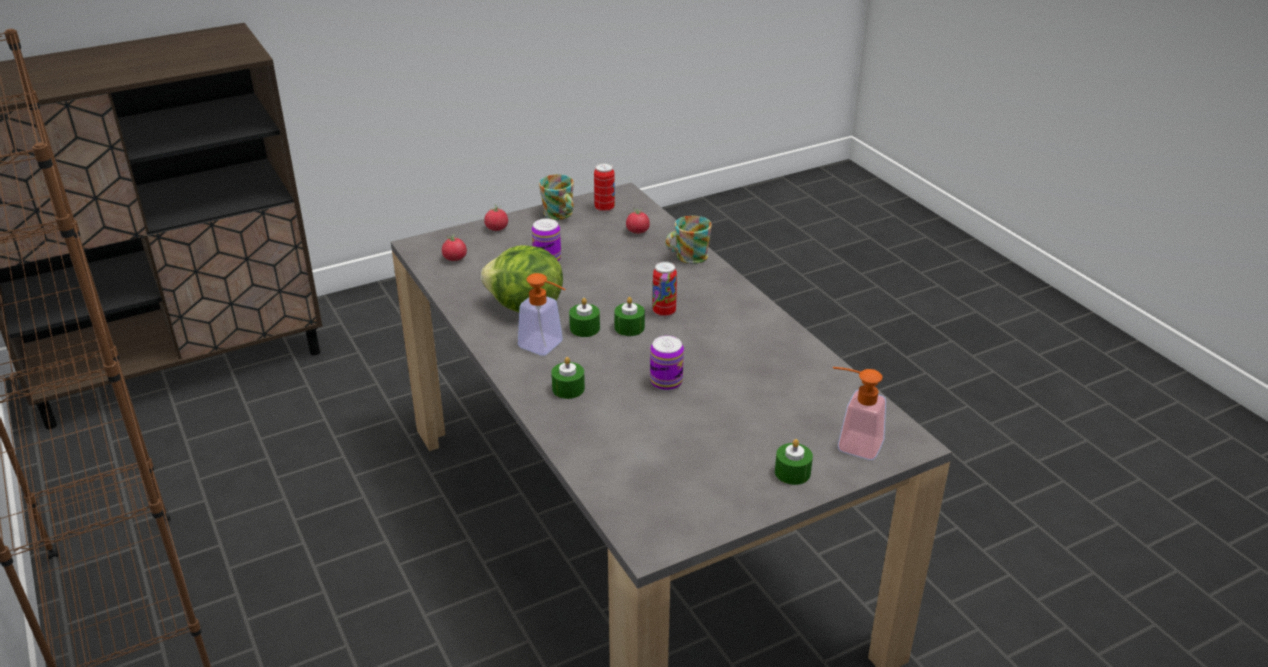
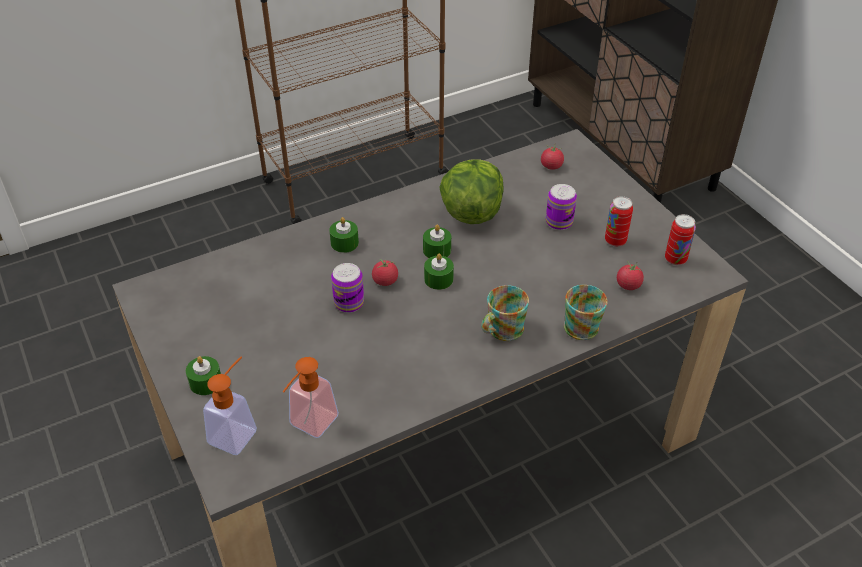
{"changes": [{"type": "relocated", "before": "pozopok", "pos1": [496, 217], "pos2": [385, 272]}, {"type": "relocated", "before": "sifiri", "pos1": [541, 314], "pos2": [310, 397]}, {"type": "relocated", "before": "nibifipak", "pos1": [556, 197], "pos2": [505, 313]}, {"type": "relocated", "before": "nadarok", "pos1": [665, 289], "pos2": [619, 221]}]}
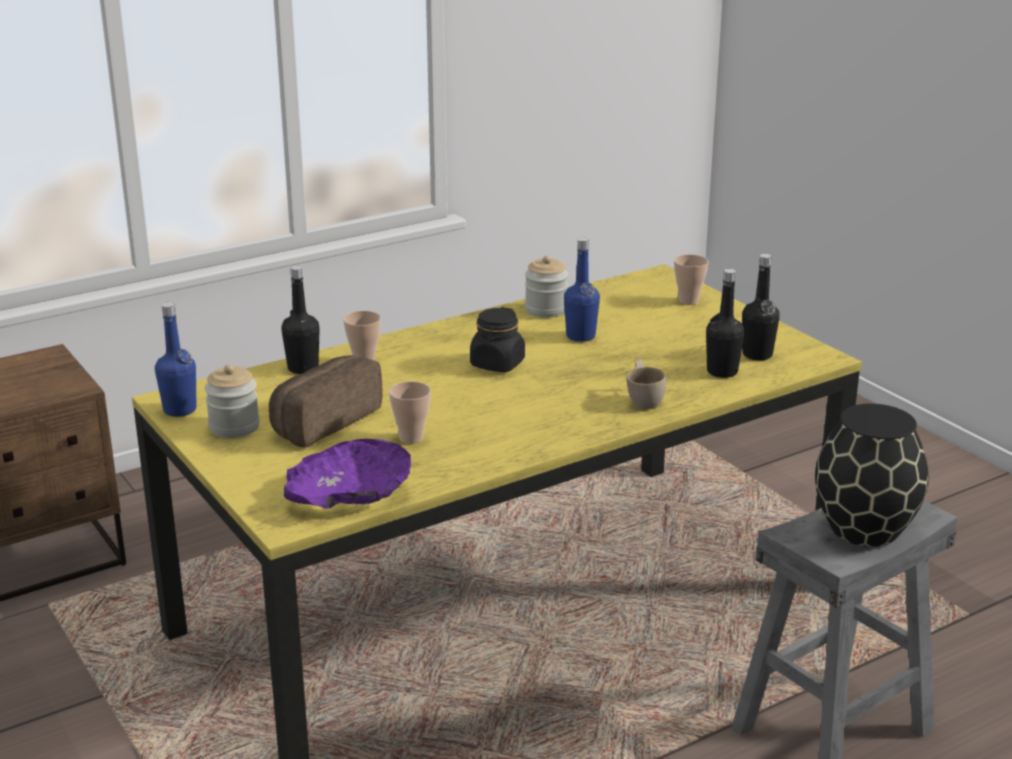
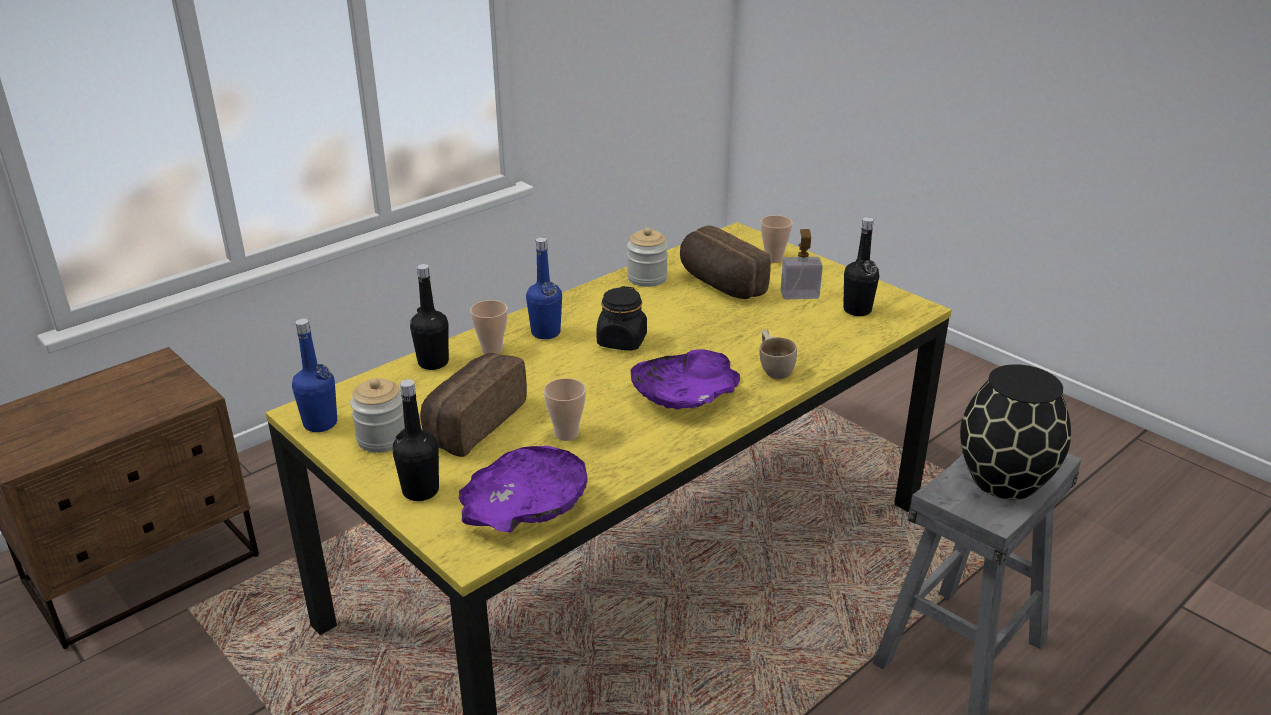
{"changes": [{"type": "appeared", "after": "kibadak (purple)", "pos2": [685, 379]}, {"type": "appeared", "after": "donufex", "pos2": [725, 262]}, {"type": "appeared", "after": "sifiri", "pos2": [802, 264]}, {"type": "relocated", "before": "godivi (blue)", "pos1": [582, 290], "pos2": [544, 288]}, {"type": "relocated", "before": "godivi (black)", "pos1": [725, 323], "pos2": [415, 440]}]}
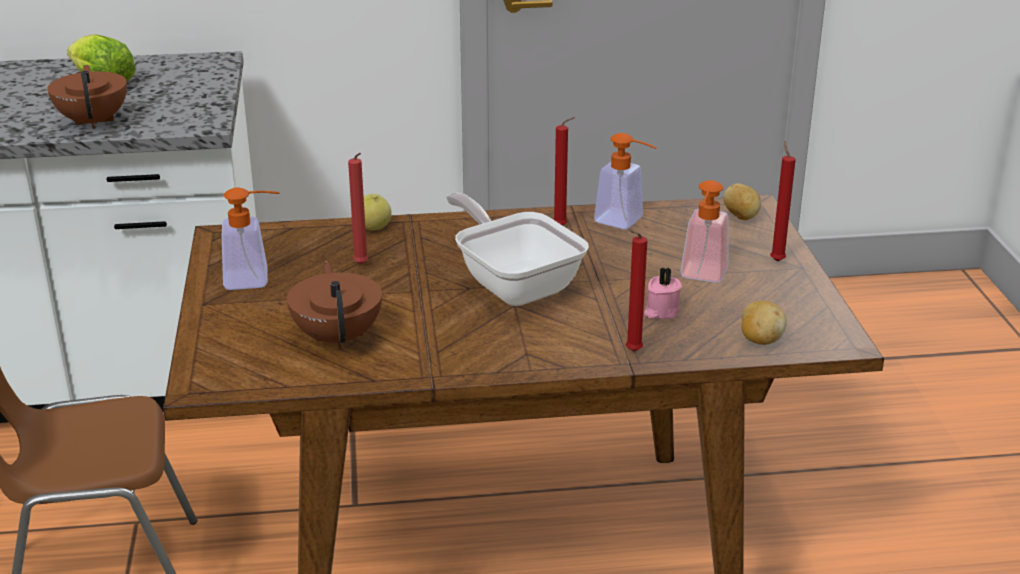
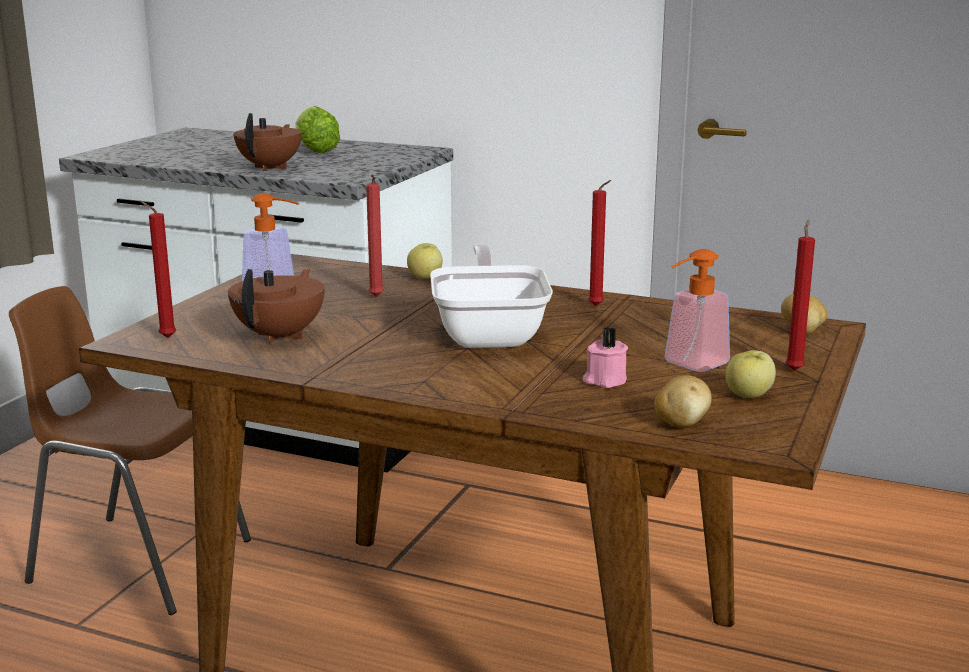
{"changes": [{"type": "missing", "before": "sifiri", "pos1": [625, 181]}, {"type": "appeared", "after": "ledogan", "pos2": [750, 374]}, {"type": "relocated", "before": "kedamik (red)", "pos1": [636, 290], "pos2": [157, 269]}]}
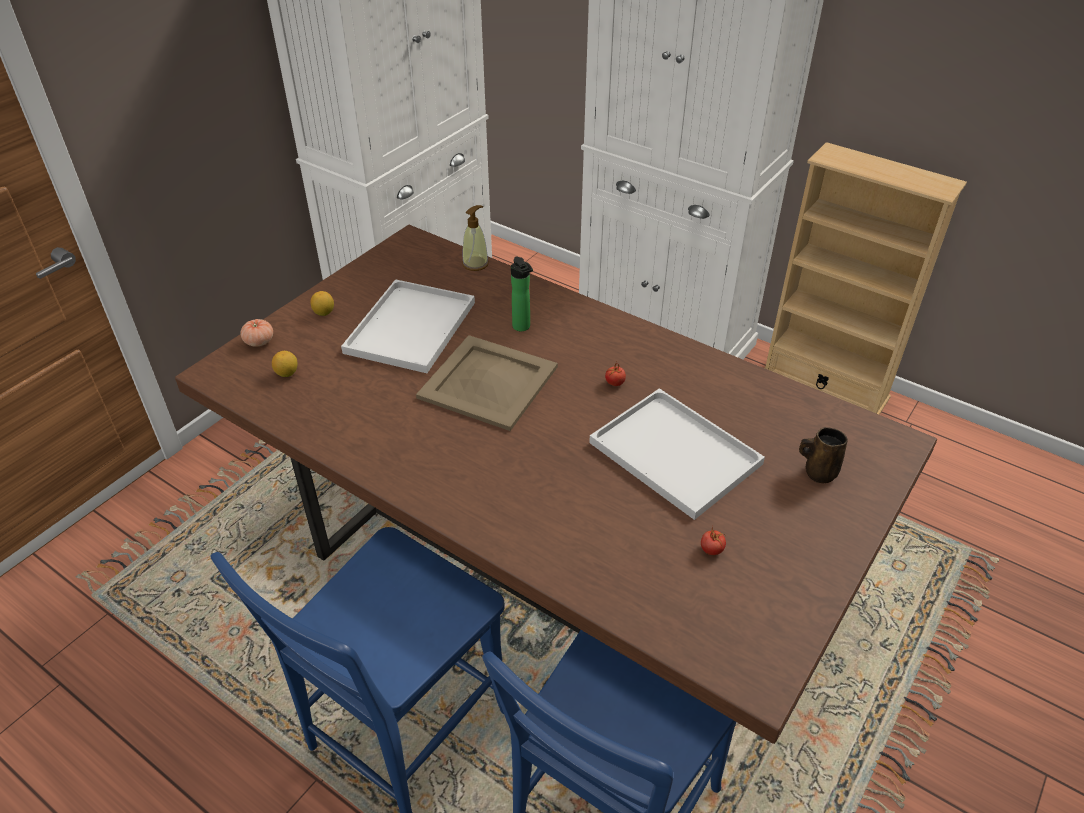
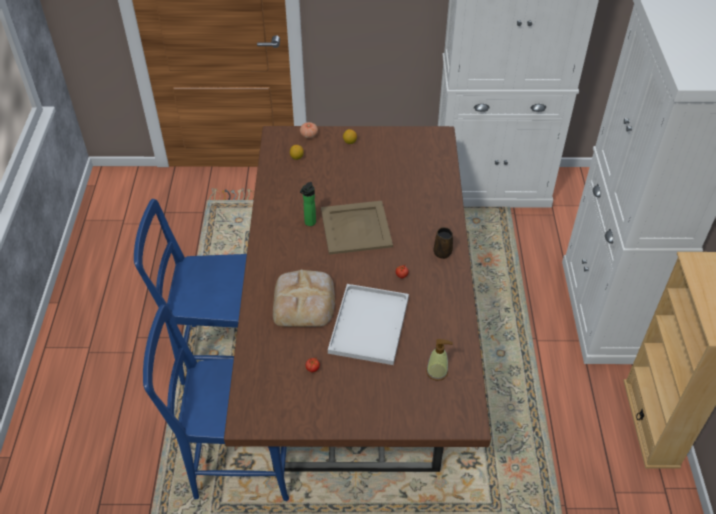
{"changes": [{"type": "missing", "before": "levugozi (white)", "pos1": [408, 326]}, {"type": "appeared", "after": "donufex", "pos2": [304, 298]}, {"type": "relocated", "before": "sifiri", "pos1": [475, 238], "pos2": [439, 360]}, {"type": "relocated", "before": "godivi", "pos1": [522, 293], "pos2": [308, 204]}, {"type": "relocated", "before": "nibifipak (brown)", "pos1": [823, 455], "pos2": [443, 243]}]}
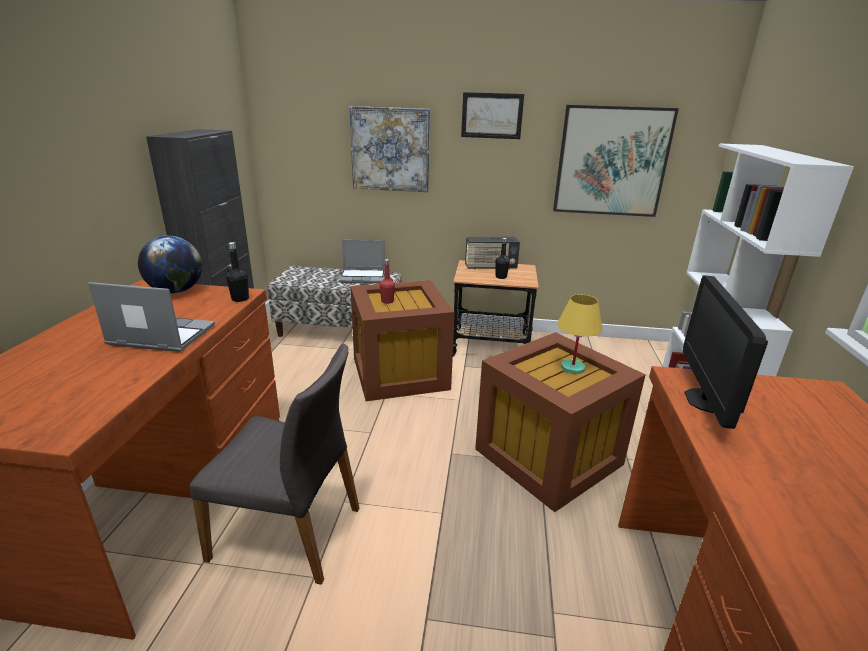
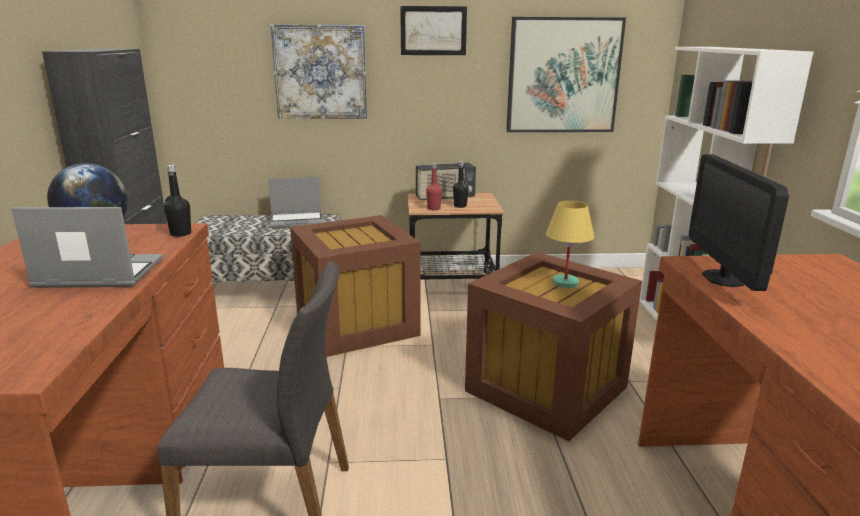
{"changes": [{"type": "relocated", "before": "godivi (red)", "pos1": [387, 281], "pos2": [434, 186]}]}
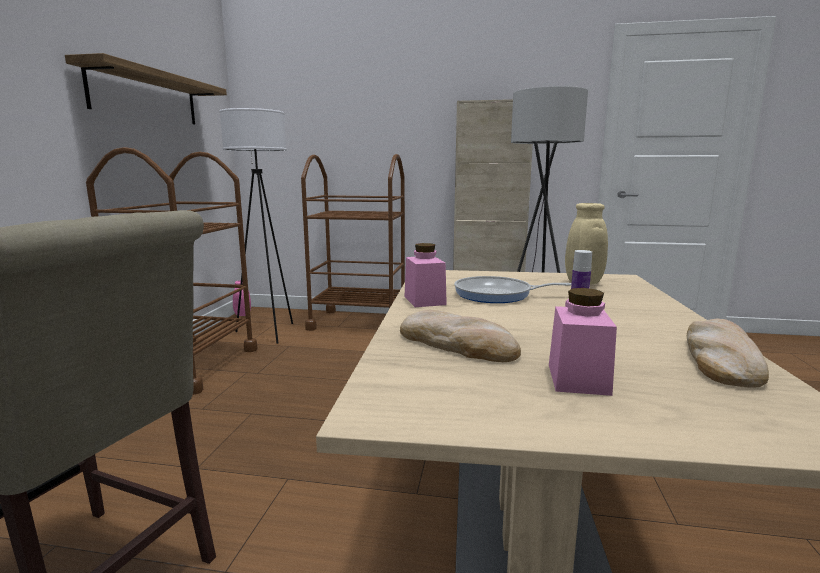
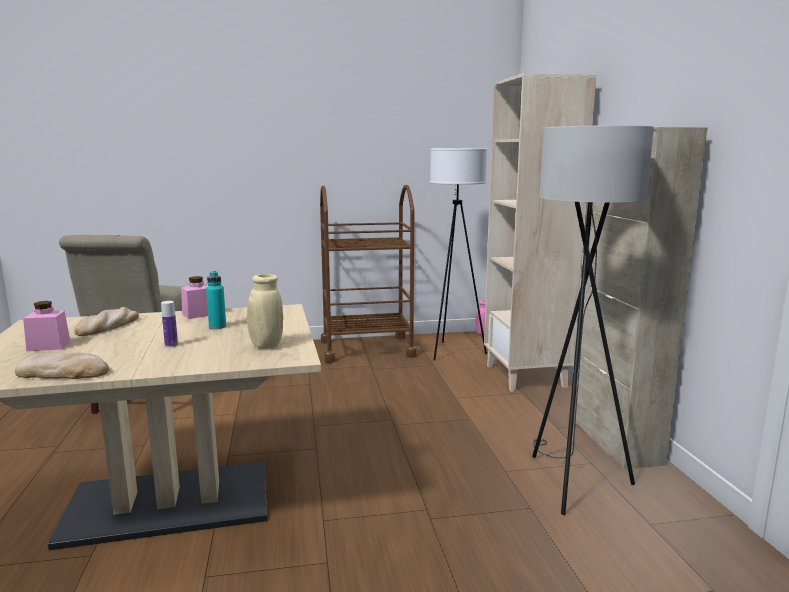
{"changes": [{"type": "missing", "before": "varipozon", "pos1": [146, 89]}, {"type": "exchanged", "before": "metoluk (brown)", "after": "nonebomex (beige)", "pos1": [353, 242], "pos2": [540, 232]}, {"type": "exchanged", "before": "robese", "after": "godivi (turquoise)", "pos1": [512, 289], "pos2": [216, 300]}]}
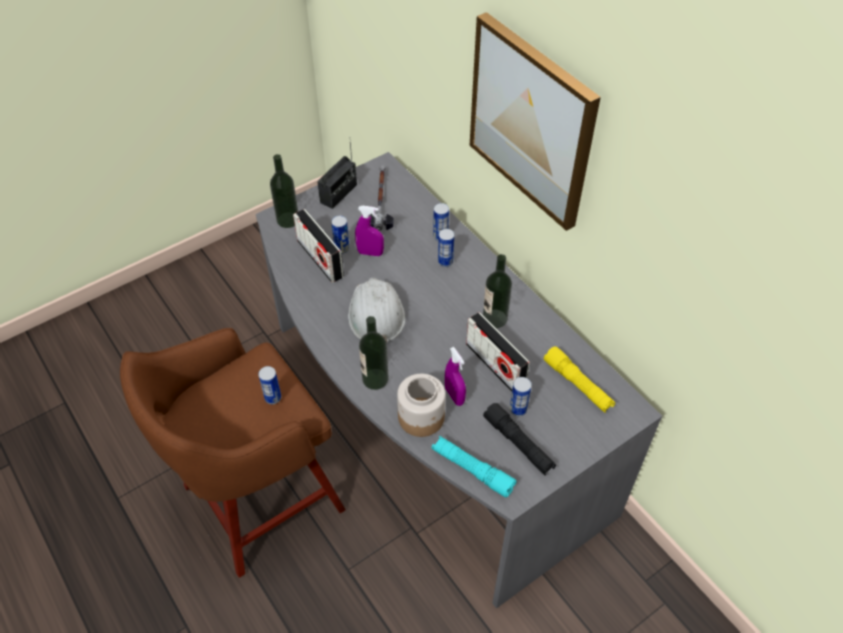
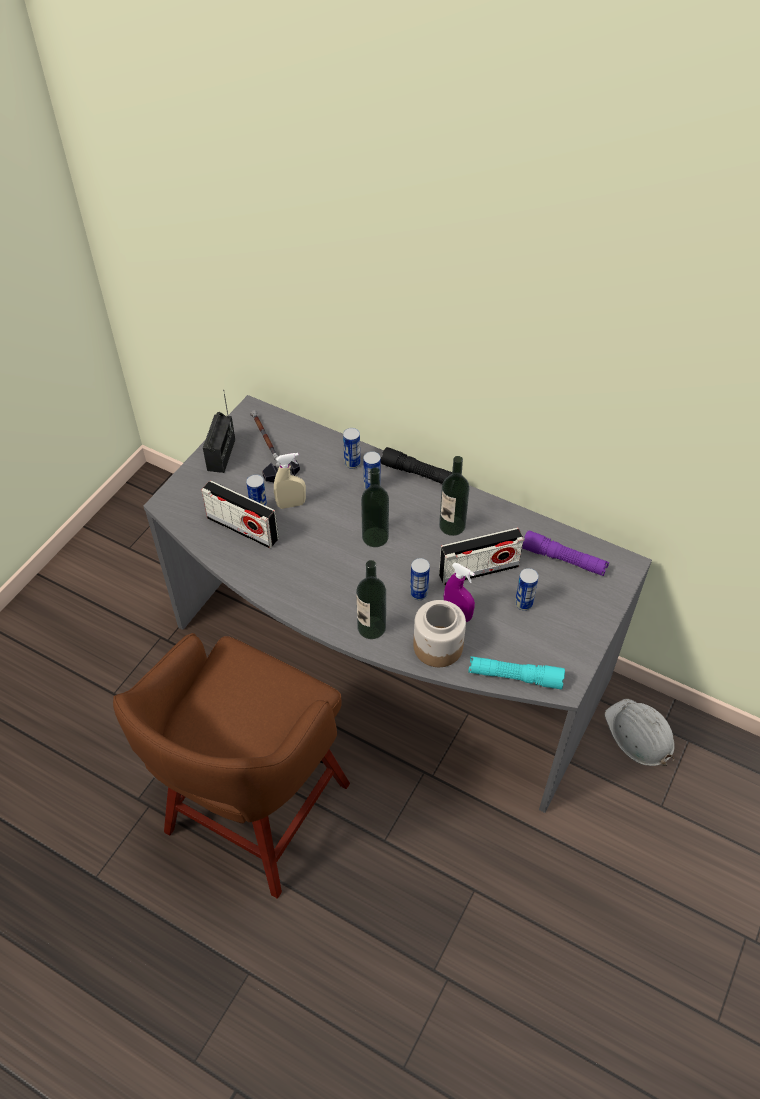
{"changes": [{"type": "missing", "before": "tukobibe", "pos1": [535, 121]}, {"type": "relocated", "before": "nadarok", "pos1": [269, 385], "pos2": [420, 579]}, {"type": "relocated", "before": "godivi", "pos1": [284, 191], "pos2": [375, 507]}, {"type": "relocated", "before": "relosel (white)", "pos1": [376, 310], "pos2": [639, 732]}, {"type": "relocated", "before": "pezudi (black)", "pos1": [519, 439], "pos2": [416, 465]}, {"type": "colour", "before": "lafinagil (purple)", "after": "lafinagil (beige)", "pos1": [369, 231], "pos2": [290, 481]}, {"type": "colour", "before": "pezudi (yellow)", "after": "pezudi (purple)", "pos1": [579, 379], "pos2": [565, 553]}, {"type": "spun", "before": "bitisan", "pos1": [498, 352], "pos2": [481, 556], "turn": -45}]}
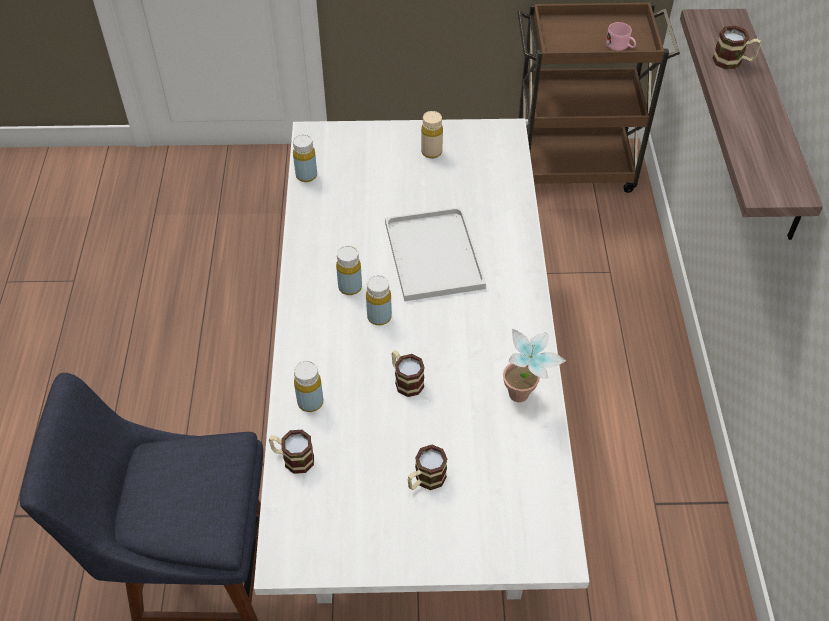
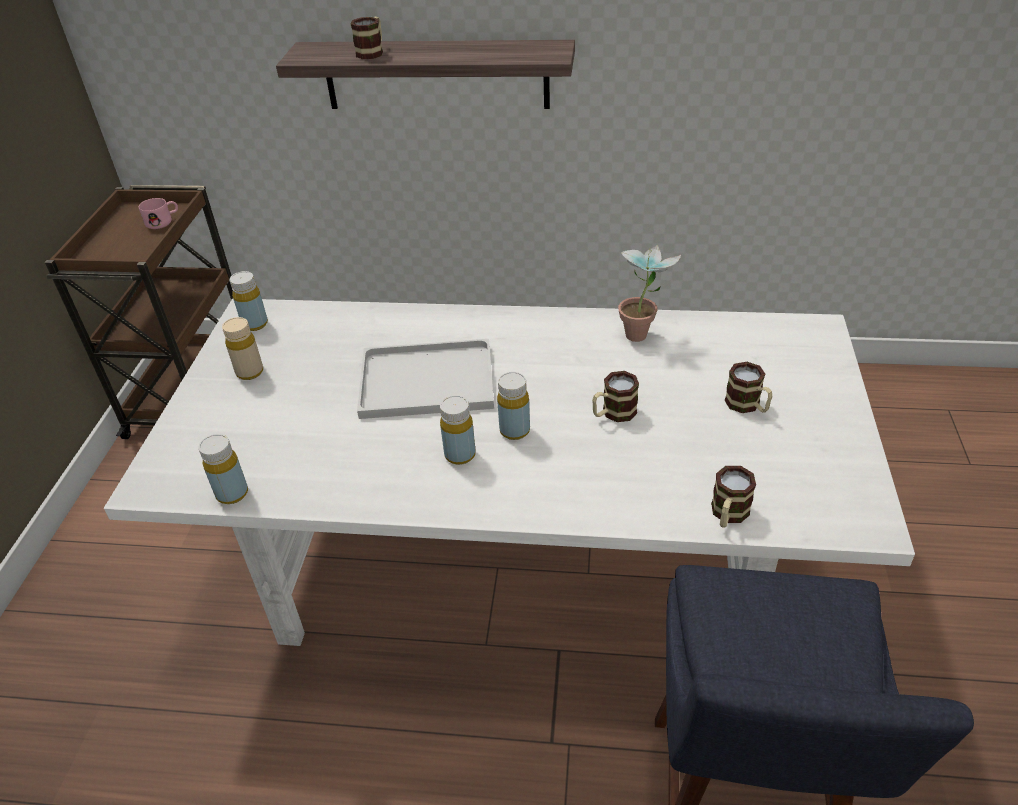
{"changes": [{"type": "relocated", "before": "godivi (yellow)", "pos1": [308, 386], "pos2": [249, 301]}]}
